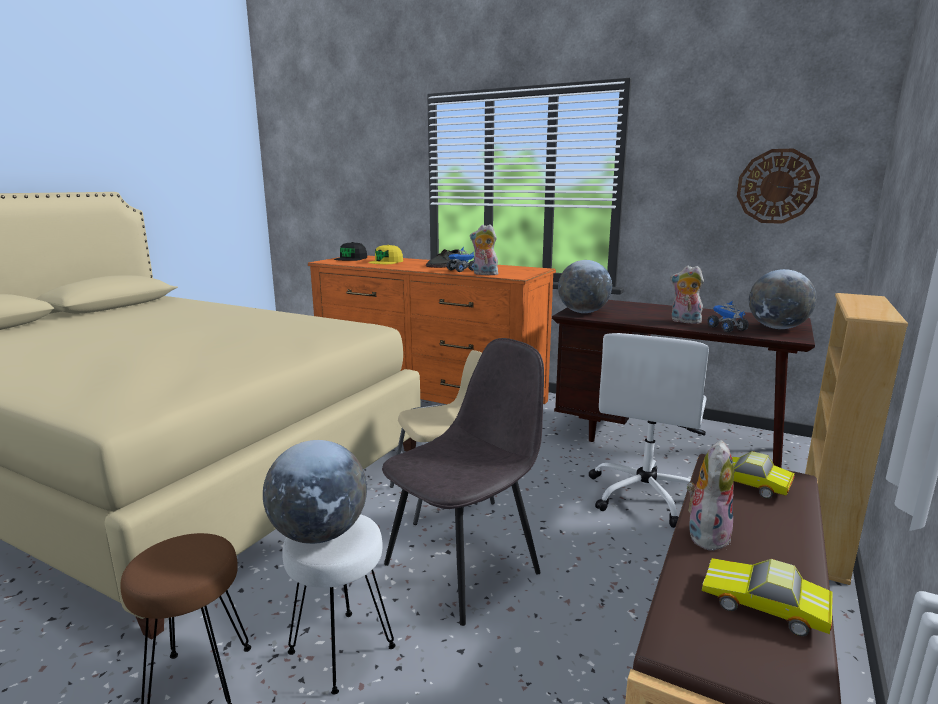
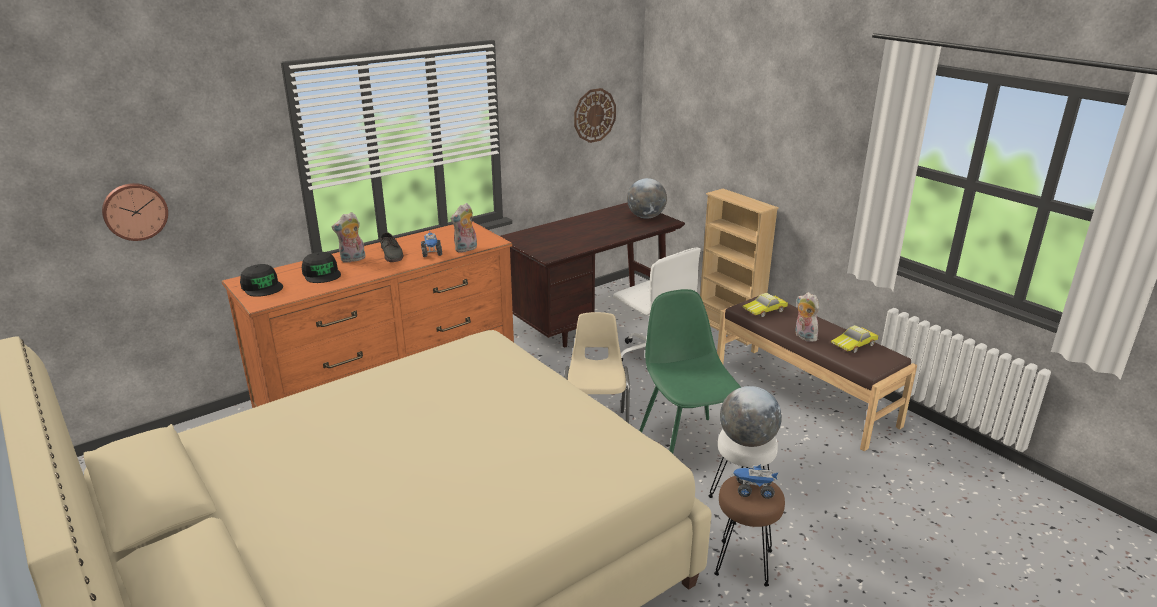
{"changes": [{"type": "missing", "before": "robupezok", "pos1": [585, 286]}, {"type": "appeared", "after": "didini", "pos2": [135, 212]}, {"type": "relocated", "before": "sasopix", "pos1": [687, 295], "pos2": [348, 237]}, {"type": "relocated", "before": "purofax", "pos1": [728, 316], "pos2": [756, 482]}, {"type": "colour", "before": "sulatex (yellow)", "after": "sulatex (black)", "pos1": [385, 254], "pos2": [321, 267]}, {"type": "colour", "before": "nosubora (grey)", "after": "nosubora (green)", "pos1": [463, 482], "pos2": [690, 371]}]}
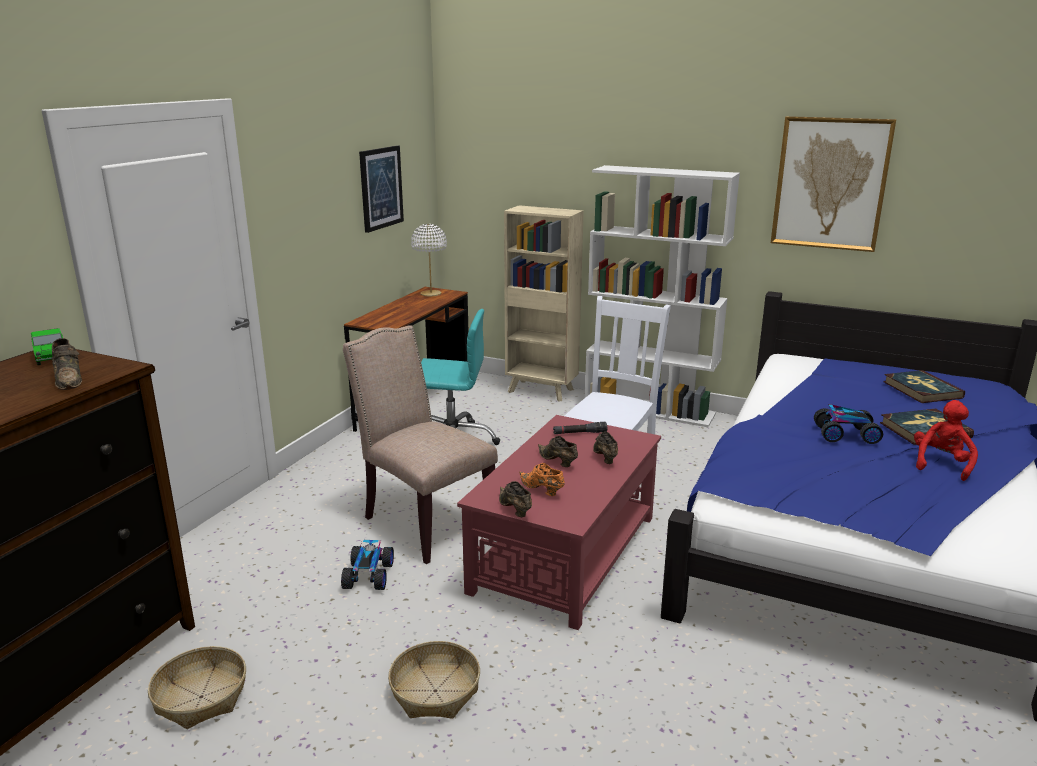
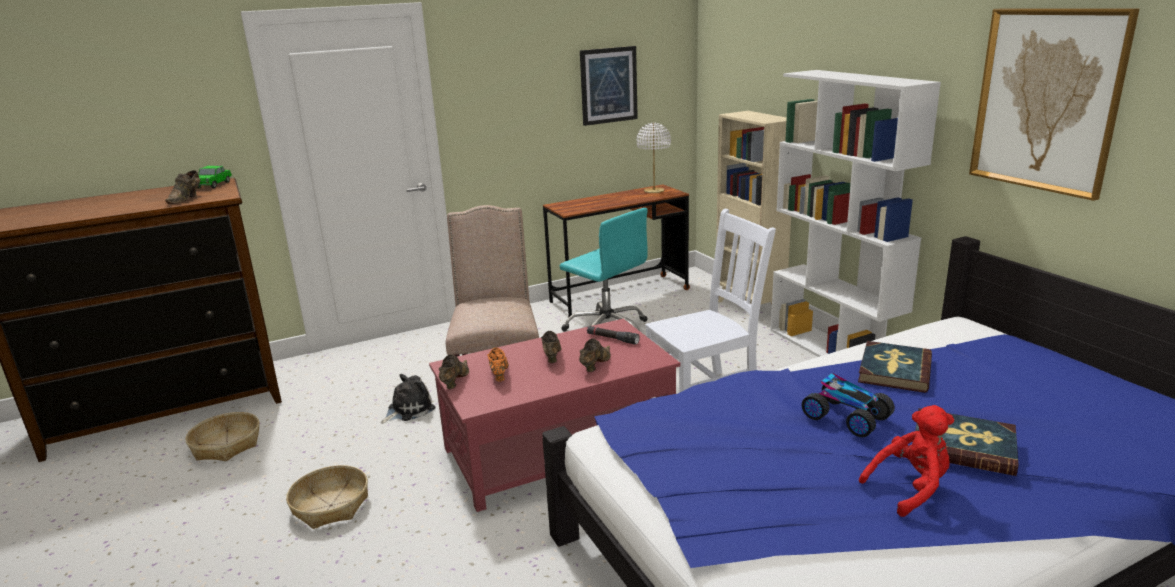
{"changes": [{"type": "relocated", "before": "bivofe", "pos1": [924, 386], "pos2": [895, 367]}, {"type": "exchanged", "before": "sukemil", "after": "sasopix", "pos1": [367, 565], "pos2": [408, 399]}]}
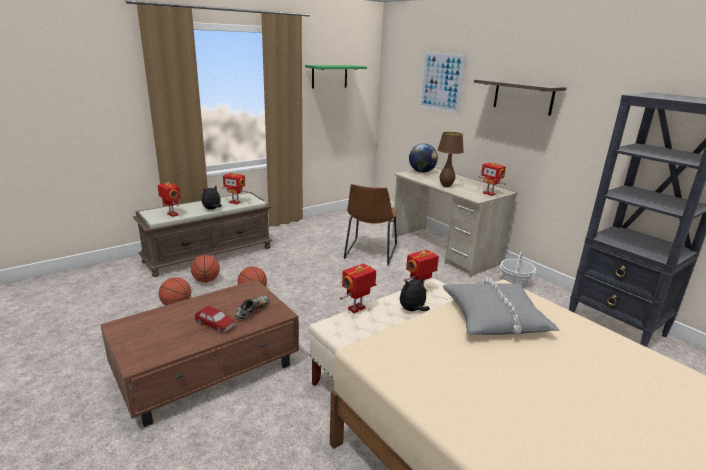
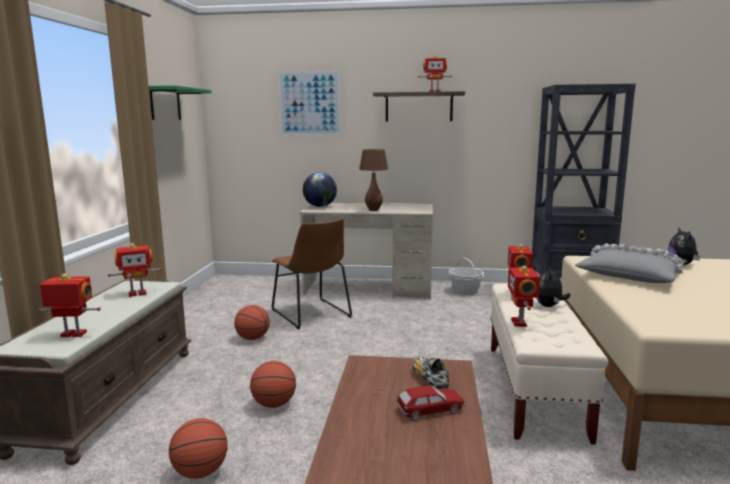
{"changes": [{"type": "relocated", "before": "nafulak", "pos1": [205, 268], "pos2": [252, 322]}, {"type": "relocated", "before": "sasopix", "pos1": [212, 198], "pos2": [684, 246]}, {"type": "relocated", "before": "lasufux", "pos1": [492, 179], "pos2": [435, 73]}]}
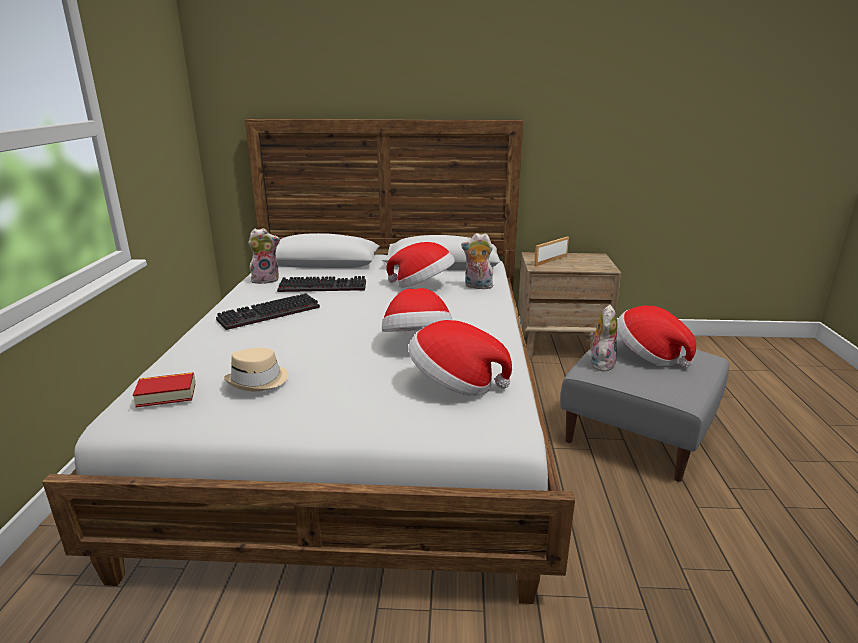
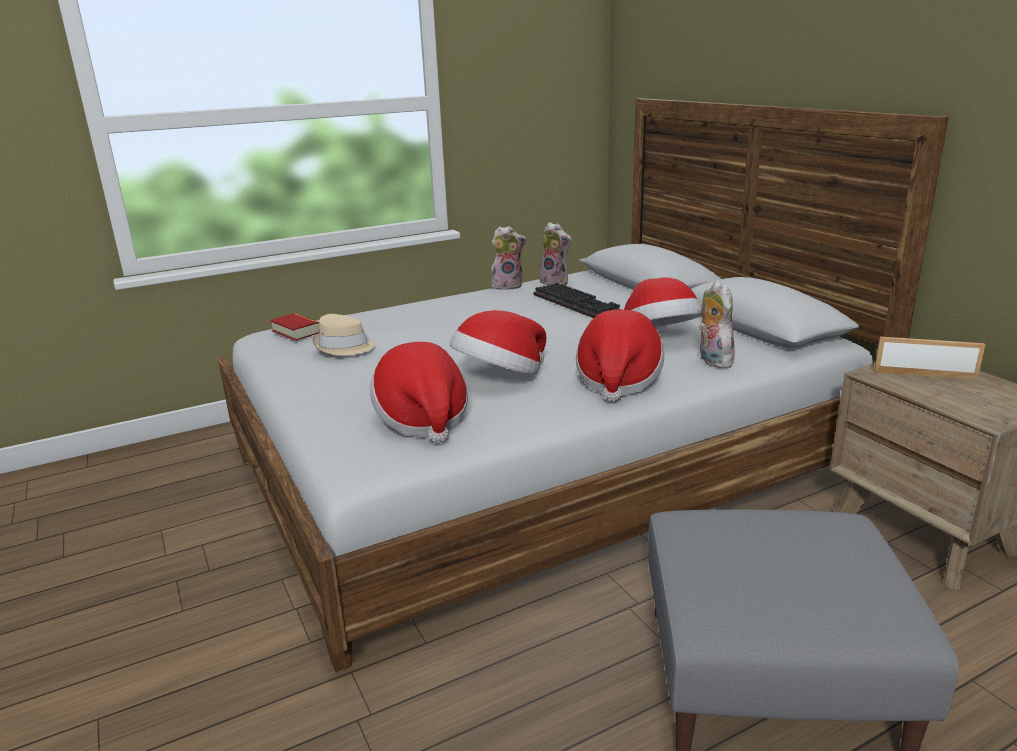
{"changes": [{"type": "missing", "before": "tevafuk", "pos1": [268, 311]}, {"type": "relocated", "before": "sasopix", "pos1": [603, 338], "pos2": [509, 258]}, {"type": "relocated", "before": "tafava", "pos1": [656, 337], "pos2": [620, 356]}]}
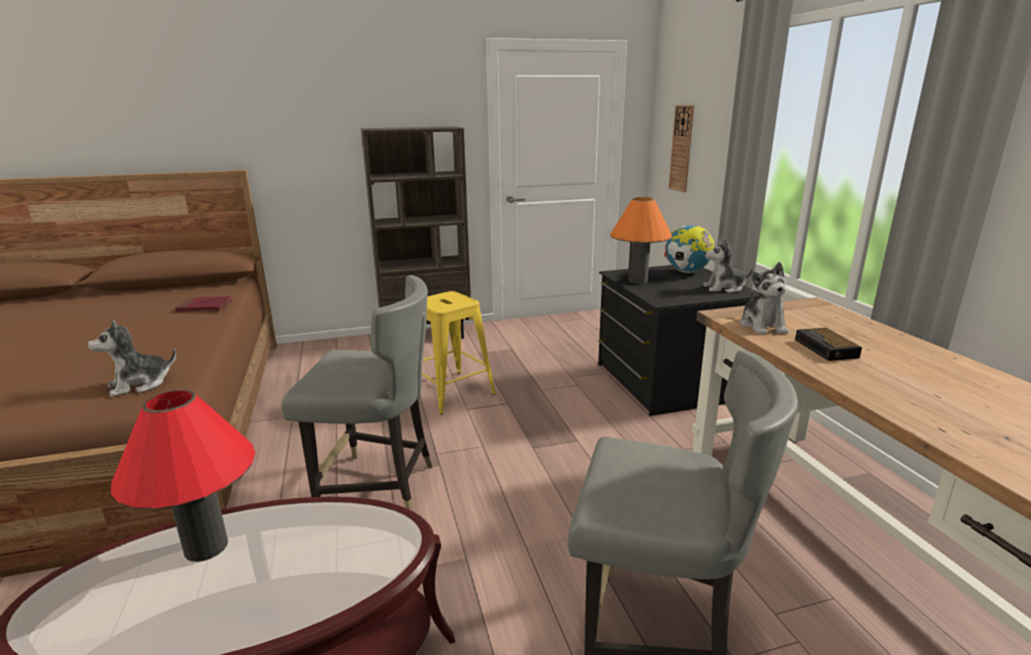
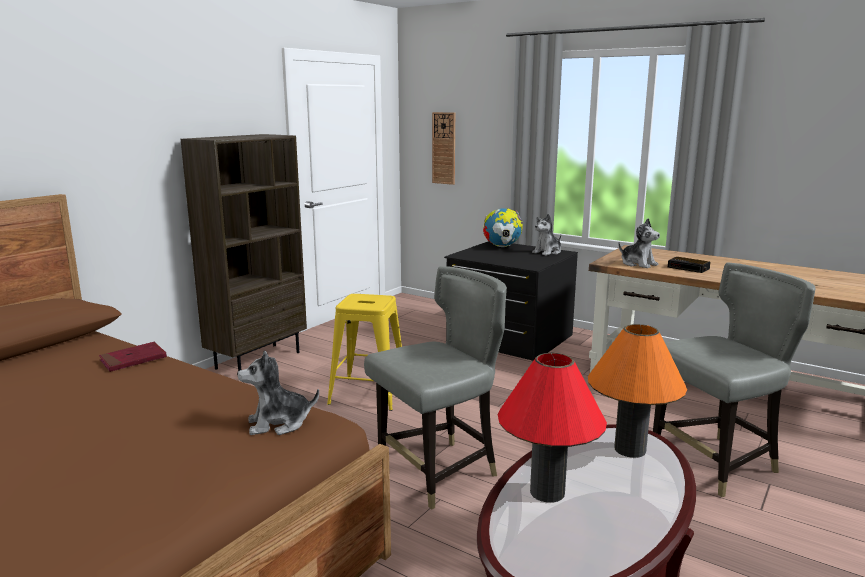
{"changes": [{"type": "relocated", "before": "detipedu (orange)", "pos1": [641, 240], "pos2": [637, 391]}, {"type": "spun", "before": "sasopix", "pos1": [131, 358], "pos2": [278, 393], "turn": 60}]}
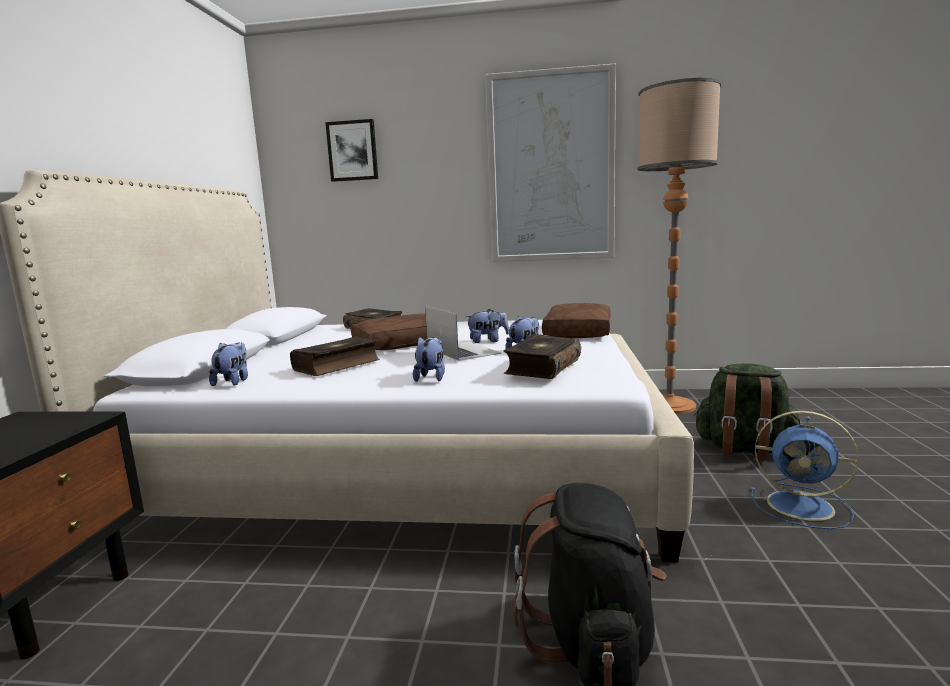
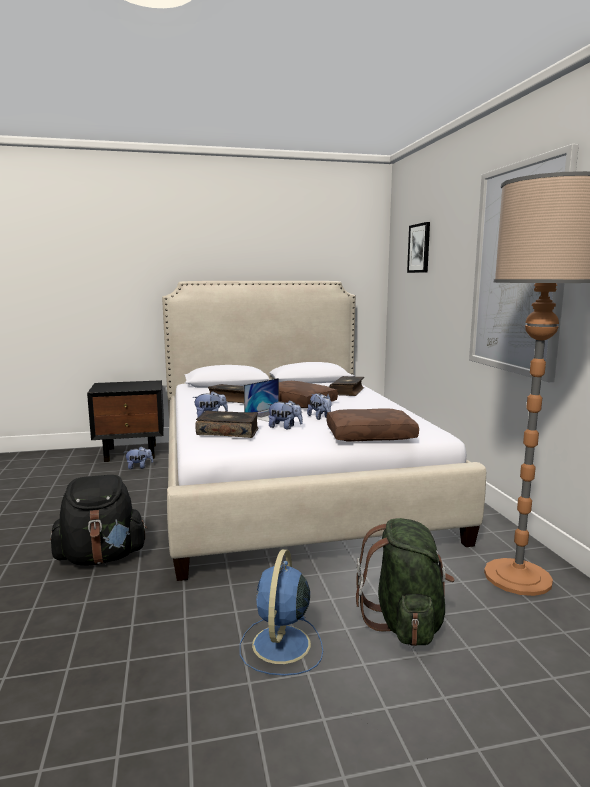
{"changes": [{"type": "relocated", "before": "sasopix", "pos1": [228, 364], "pos2": [138, 457]}]}
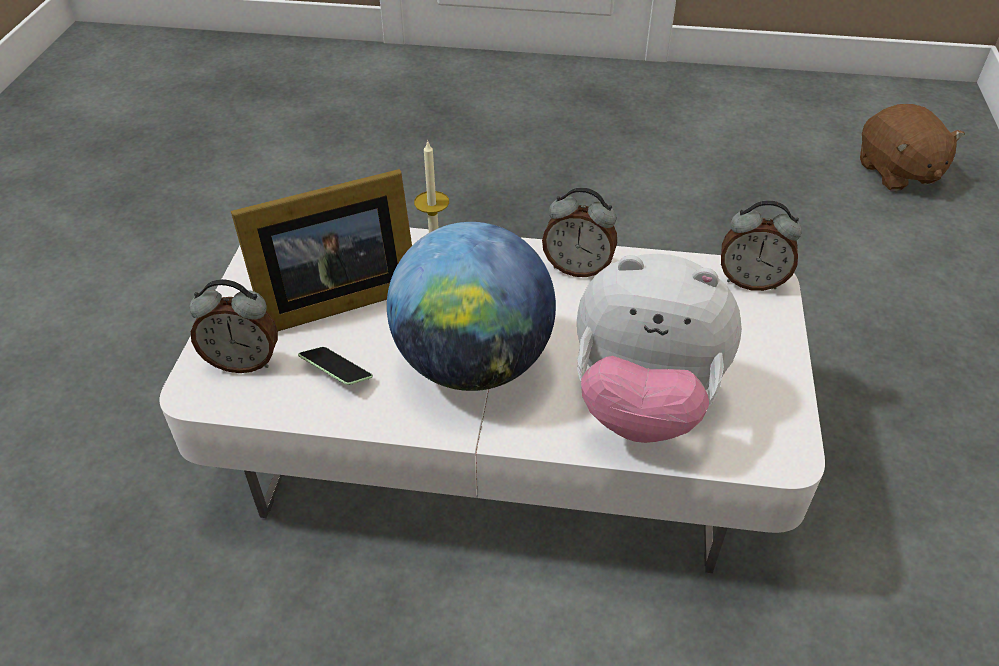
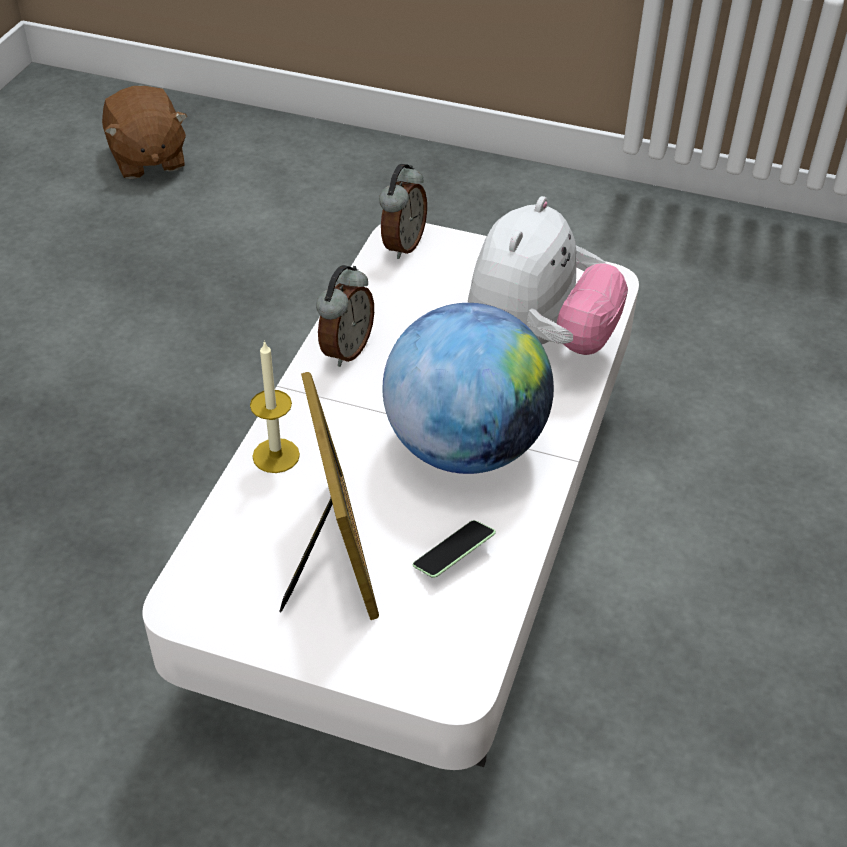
{"changes": [{"type": "missing", "before": "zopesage", "pos1": [233, 326]}, {"type": "spun", "before": "sasopix (brown)", "pos1": [912, 147], "pos2": [144, 132], "turn": 75}]}
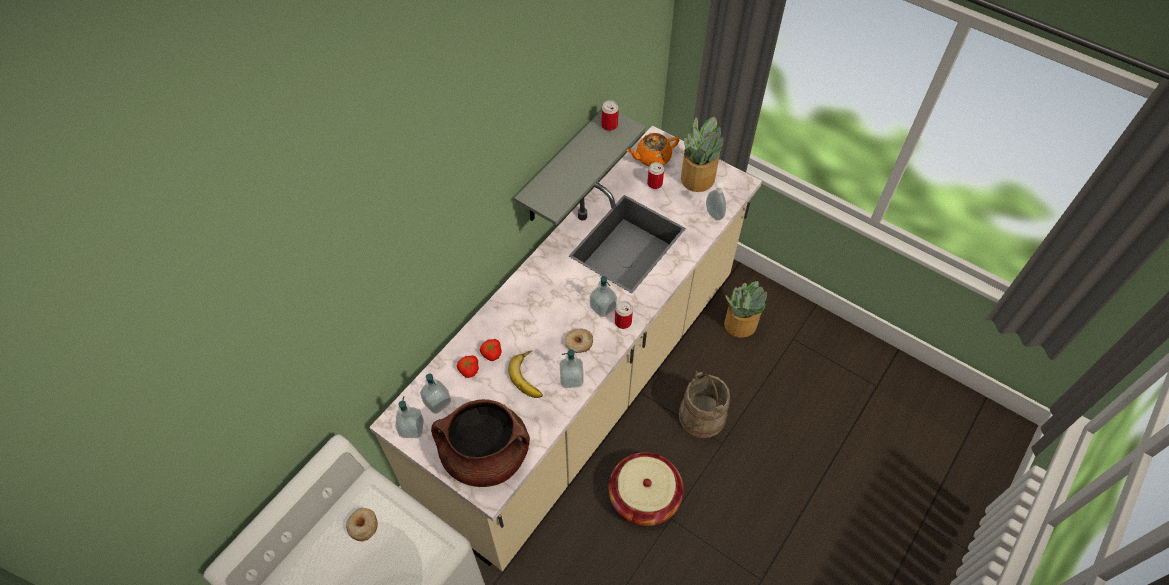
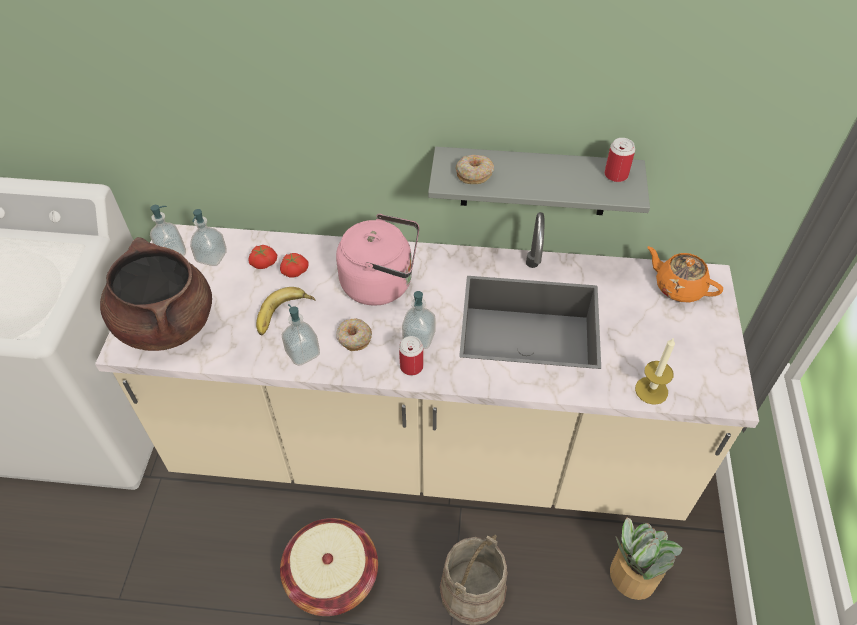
{"changes": [{"type": "missing", "before": "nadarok", "pos1": [655, 175]}, {"type": "missing", "before": "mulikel", "pos1": [702, 154]}, {"type": "appeared", "after": "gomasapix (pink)", "pos2": [377, 260]}, {"type": "relocated", "before": "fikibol", "pos1": [362, 524], "pos2": [475, 169]}, {"type": "exchanged", "before": "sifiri", "after": "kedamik", "pos1": [716, 200], "pos2": [655, 371]}]}
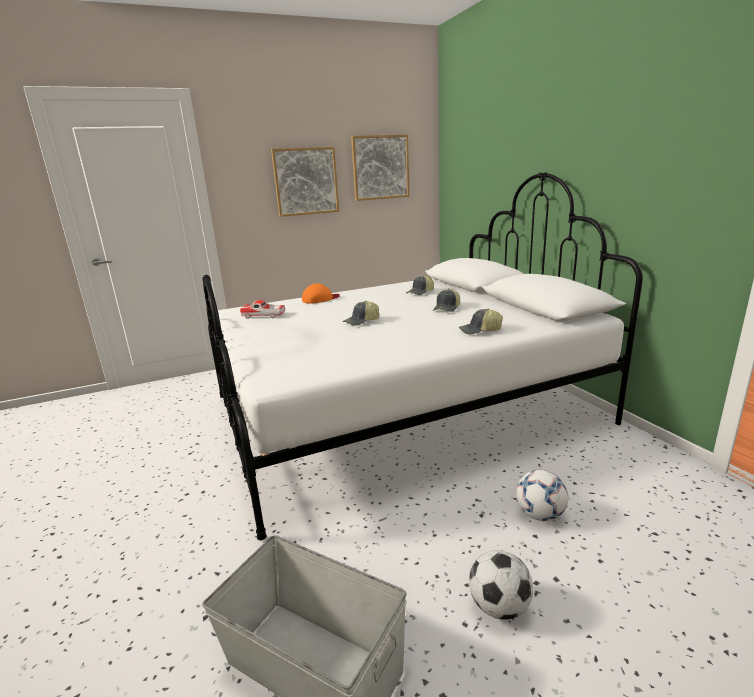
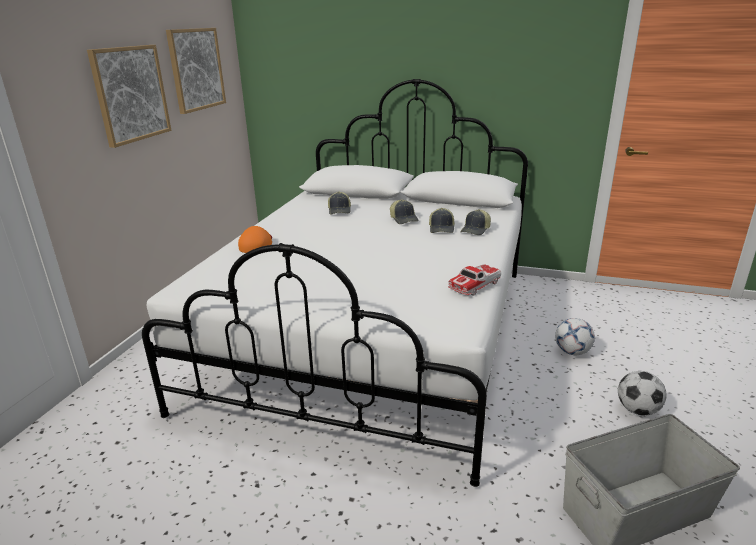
{"changes": [{"type": "relocated", "before": "sukemil", "pos1": [262, 309], "pos2": [474, 280]}, {"type": "relocated", "before": "sulatex", "pos1": [361, 313], "pos2": [442, 220]}]}
